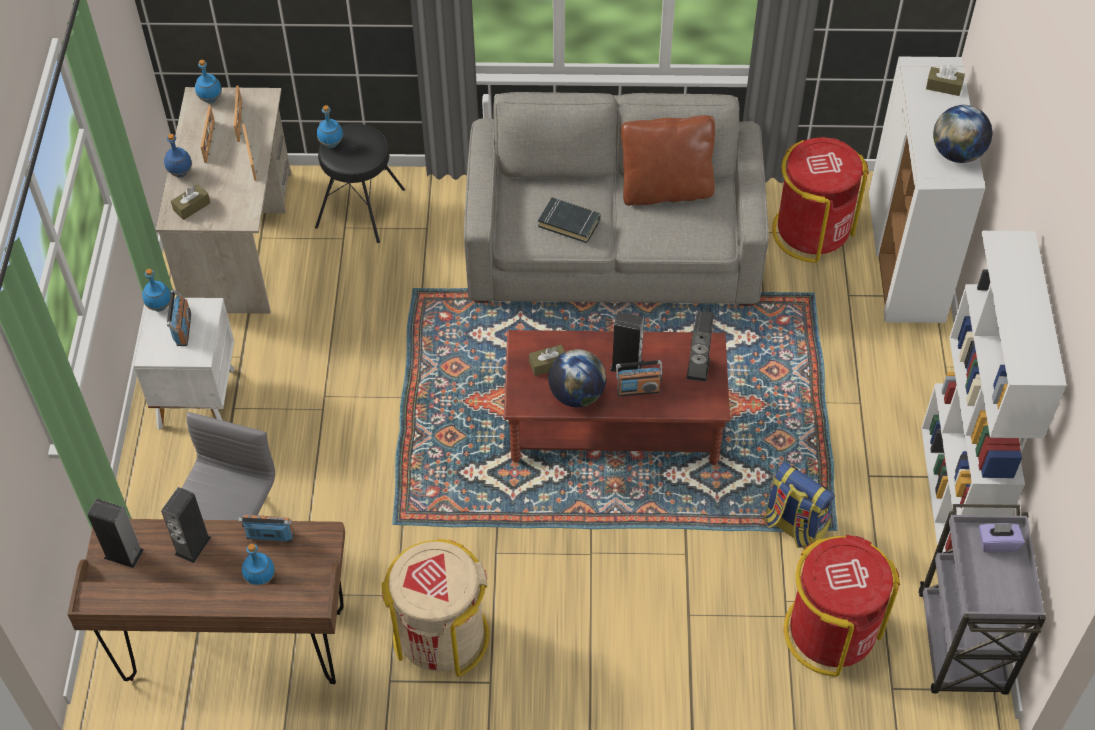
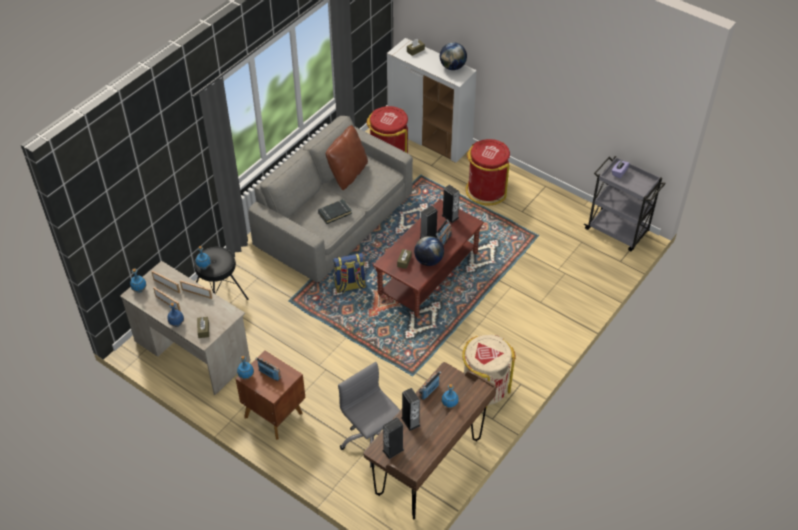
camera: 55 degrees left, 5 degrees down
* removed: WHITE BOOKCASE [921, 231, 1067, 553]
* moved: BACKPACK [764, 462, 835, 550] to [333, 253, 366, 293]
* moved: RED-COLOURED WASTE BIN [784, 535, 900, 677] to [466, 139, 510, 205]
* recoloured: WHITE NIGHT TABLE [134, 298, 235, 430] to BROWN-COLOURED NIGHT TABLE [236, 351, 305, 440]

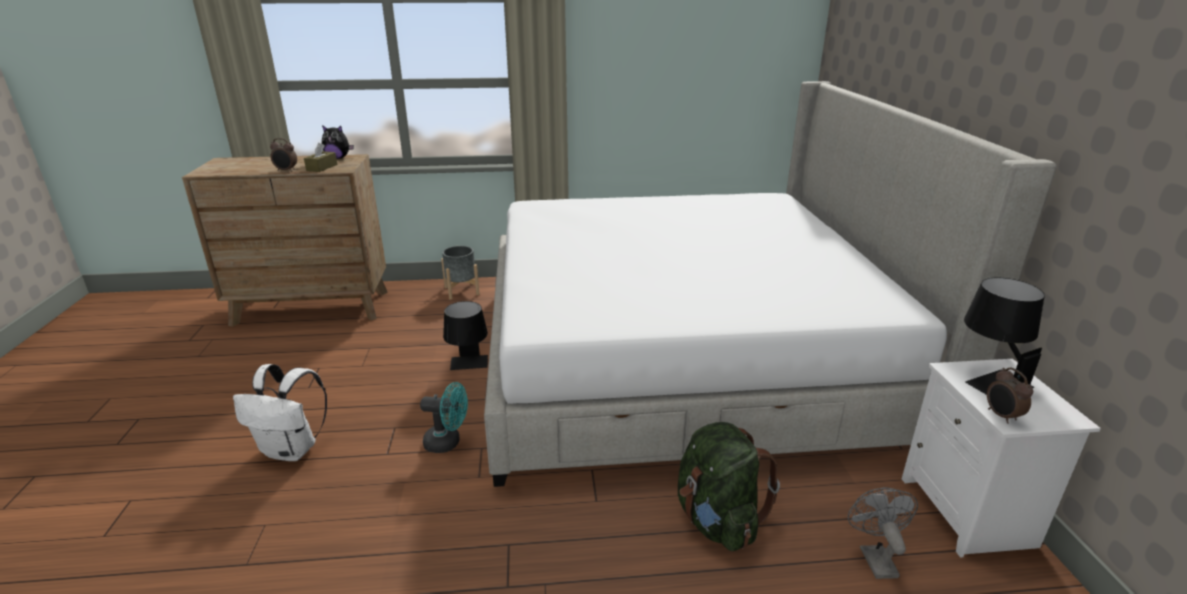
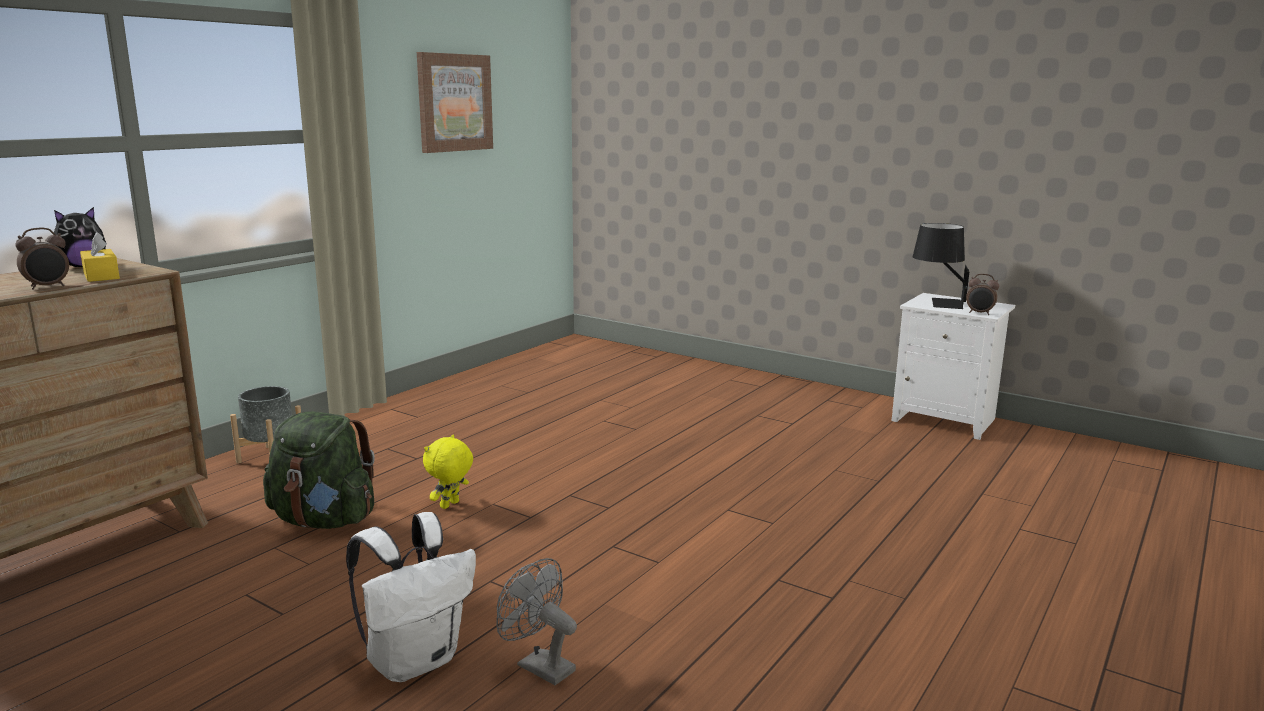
camera: 50 degrees left, 10 degrees down
* removed: TURQUOISE FAN [420, 382, 468, 453]
* removed: SLEEPING BED [484, 81, 1057, 487]
* added: WALL PICTURE [417, 52, 493, 153]
* moved: GREEN-COLOURED BACKPACK [678, 422, 780, 551] to [263, 411, 375, 529]
* moved: GREYISH FAN [848, 487, 918, 579] to [496, 558, 577, 685]
* replaced: BLACK LAMP FOR A TABLE [443, 301, 488, 370] to YELLOW-COLOURED SOFT TOY [423, 435, 473, 509]
* recoloured: BROWN-COLOURED TISSUE BOX [304, 143, 337, 172] to YELLOW-COLOURED TISSUE BOX [80, 232, 120, 282]

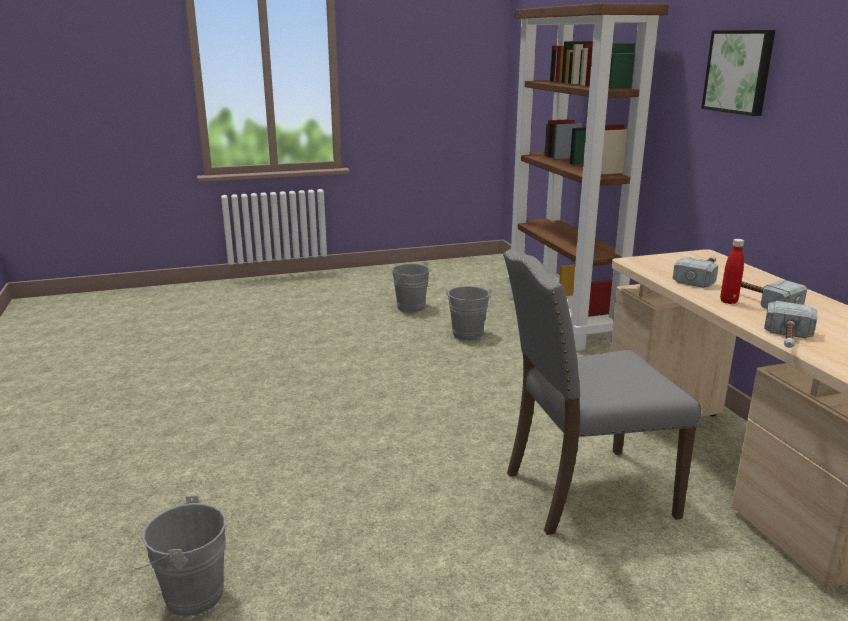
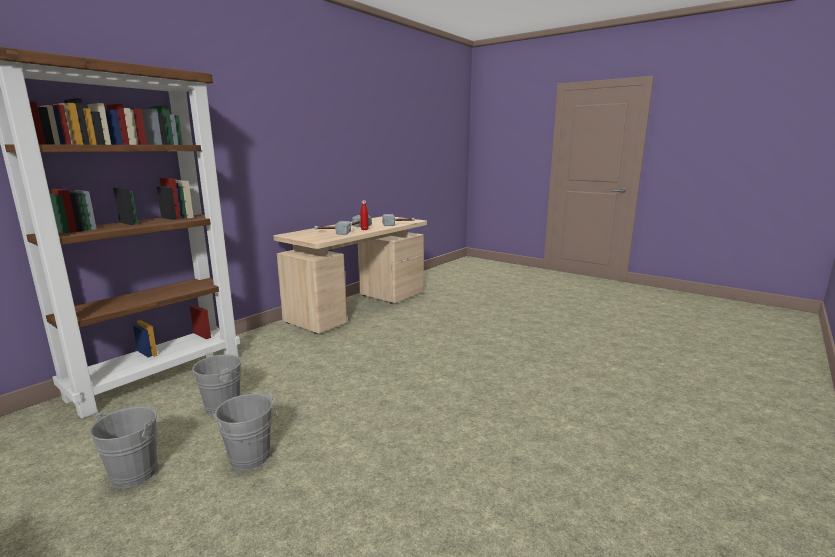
camera: 125 degrees left, 5 degrees down
* removed: GREYISH PLAIN CHAIR [503, 249, 701, 535]
* removed: WALL PICTURE [701, 30, 775, 116]
* moved: GREYISH WATER BUCKET [131, 495, 226, 617] to [212, 392, 278, 470]

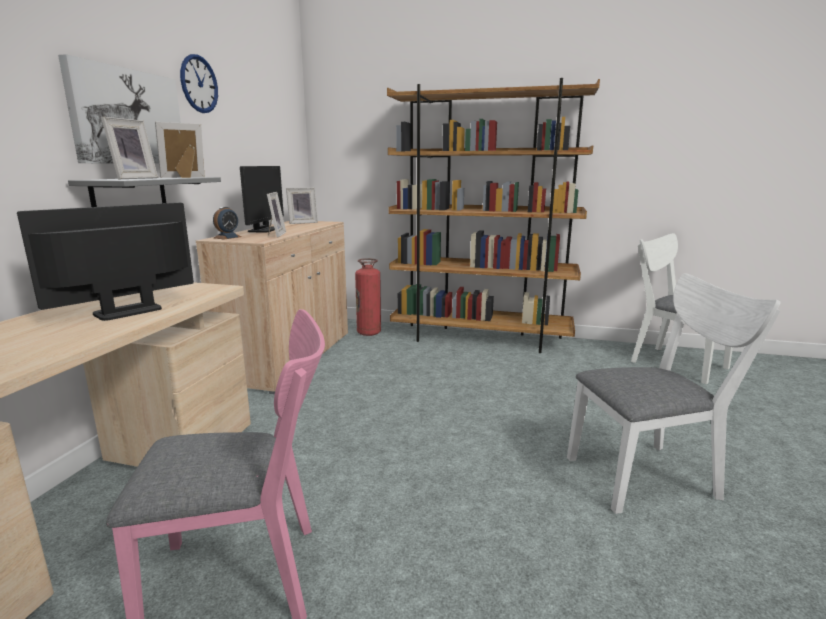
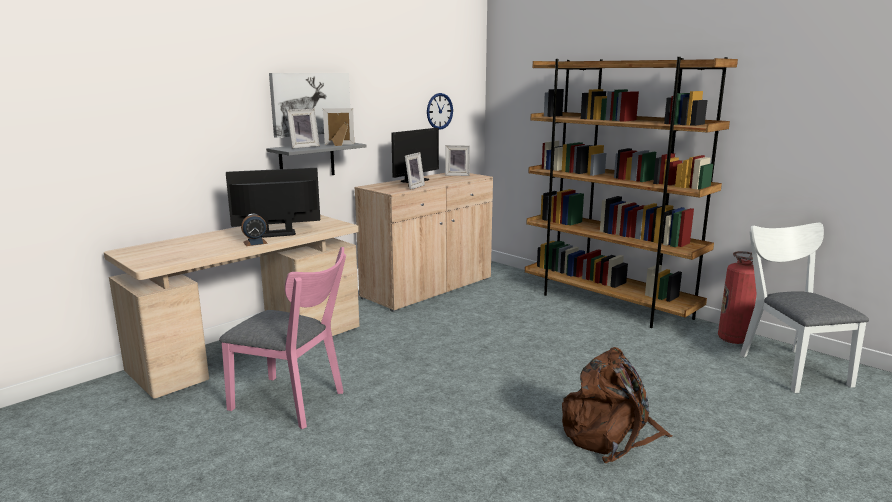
camera: 30 degrees right, 0 degrees up
* moved: WALL CLOCK [180, 54, 218, 113] to [427, 93, 453, 130]
* moved: ALARM CLOCK [213, 207, 241, 239] to [241, 214, 268, 246]
* moved: FIRE-FIGHTING CYLINDER [355, 258, 381, 336] to [718, 251, 757, 344]
* replaced: WHITE PLAIN CHAIR [567, 273, 781, 514] to BROWN-COLOURED BACKPACK [562, 347, 672, 463]

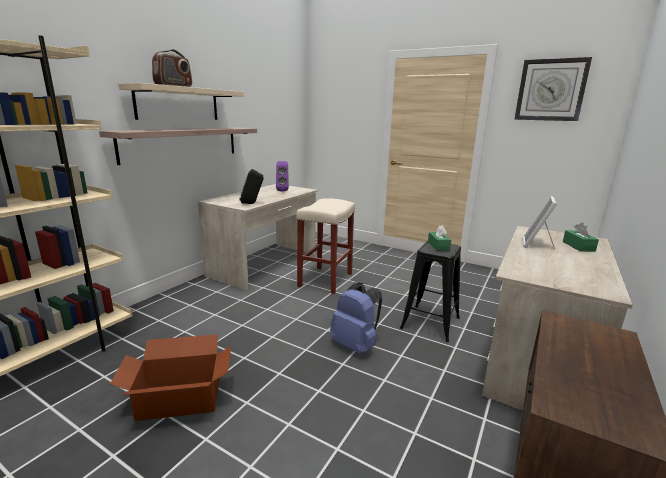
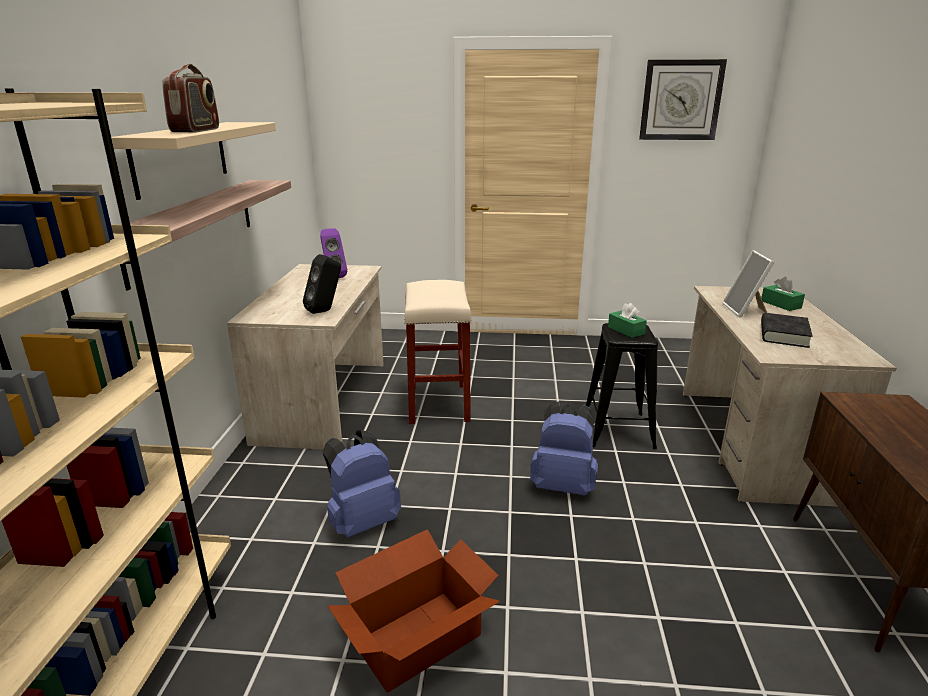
camera: 25 degrees left, 5 degrees up
* added: BLUE BACKPACK [323, 430, 401, 538]
* added: BLACK BOUND BOOK [761, 313, 813, 348]

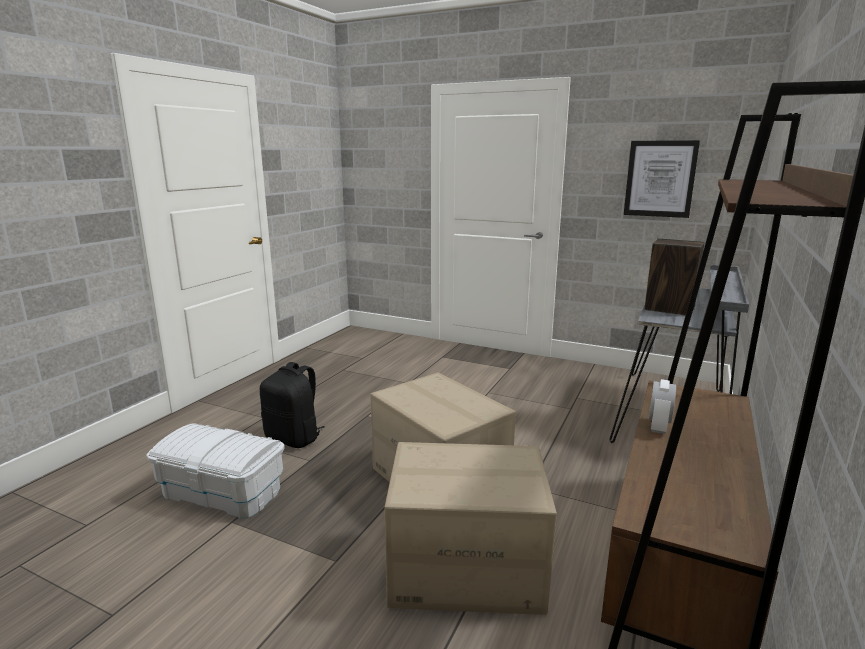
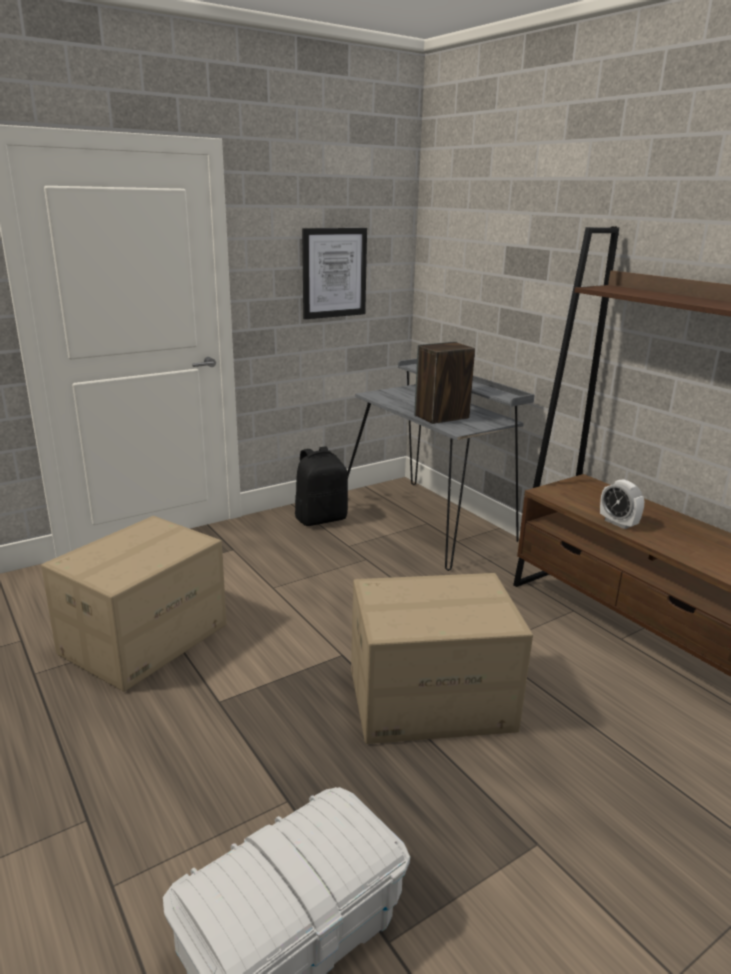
camera: 60 degrees left, 5 degrees up
* moved: BLACK BACKPACK [260, 362, 324, 448] to [295, 446, 348, 526]
* moved: CARTON [384, 442, 557, 615] to [41, 516, 227, 692]

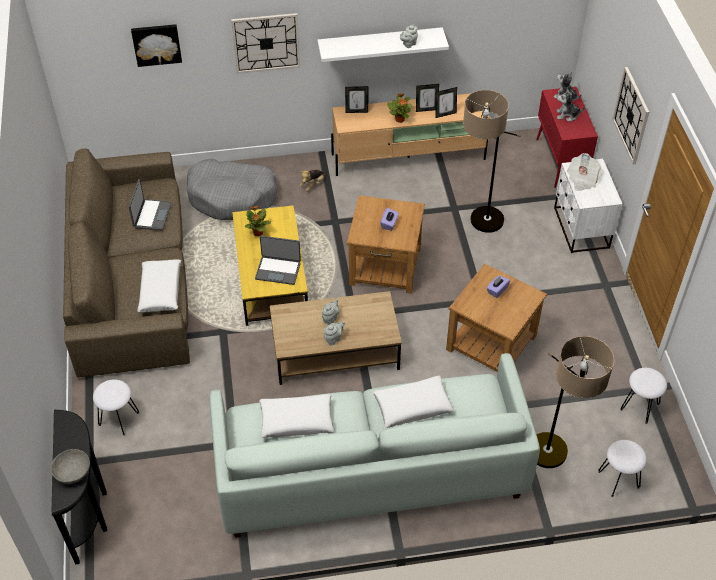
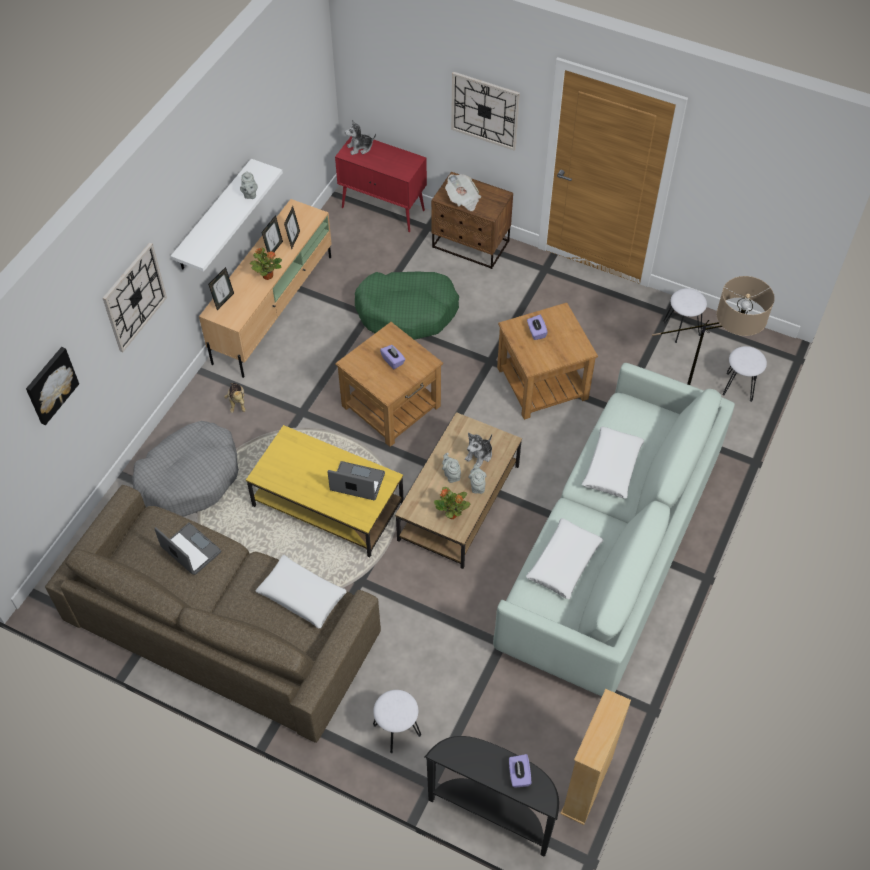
camera: 55 degrees left, 5 degrees up
* added: SAND-COLOURED BOOKCASE [560, 689, 631, 825]
* moved: POTTED PLANT [245, 206, 271, 236] to [434, 487, 471, 519]
* moved: SOFT TOY [556, 88, 585, 122] to [465, 433, 492, 467]
* replaced: GREYISH SERVING BOWL [51, 449, 90, 484] to PURPLE TISSUE BOX [509, 754, 531, 788]
* replaced: FLOOR LAMP [463, 90, 521, 233] to GREEN-COLOURED DOG BED [355, 271, 459, 340]
* recoloured: WHITE NIGHT TABLE [554, 159, 623, 253] to BROWN-COLOURED NIGHT TABLE [431, 172, 513, 269]
* turned: NOTEBOOK COMPUTER [255, 236, 301, 285] = [327, 461, 385, 500] 120 degrees counterclockwise

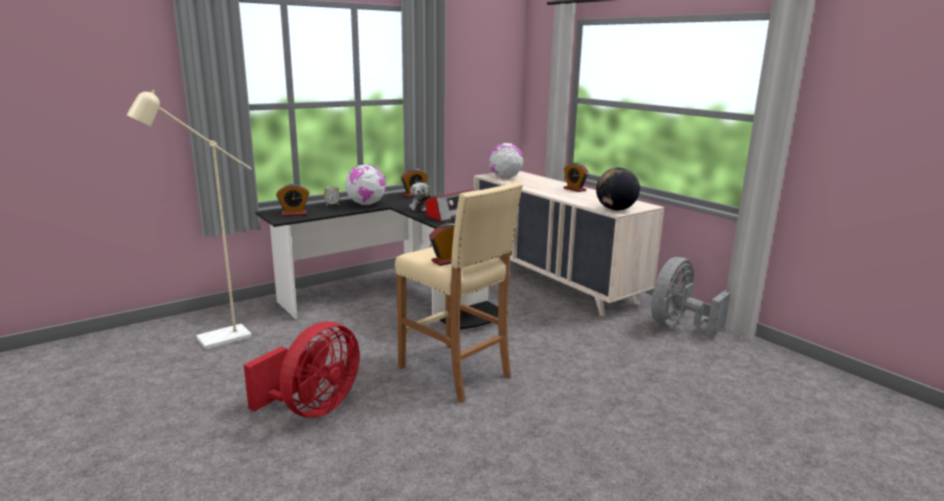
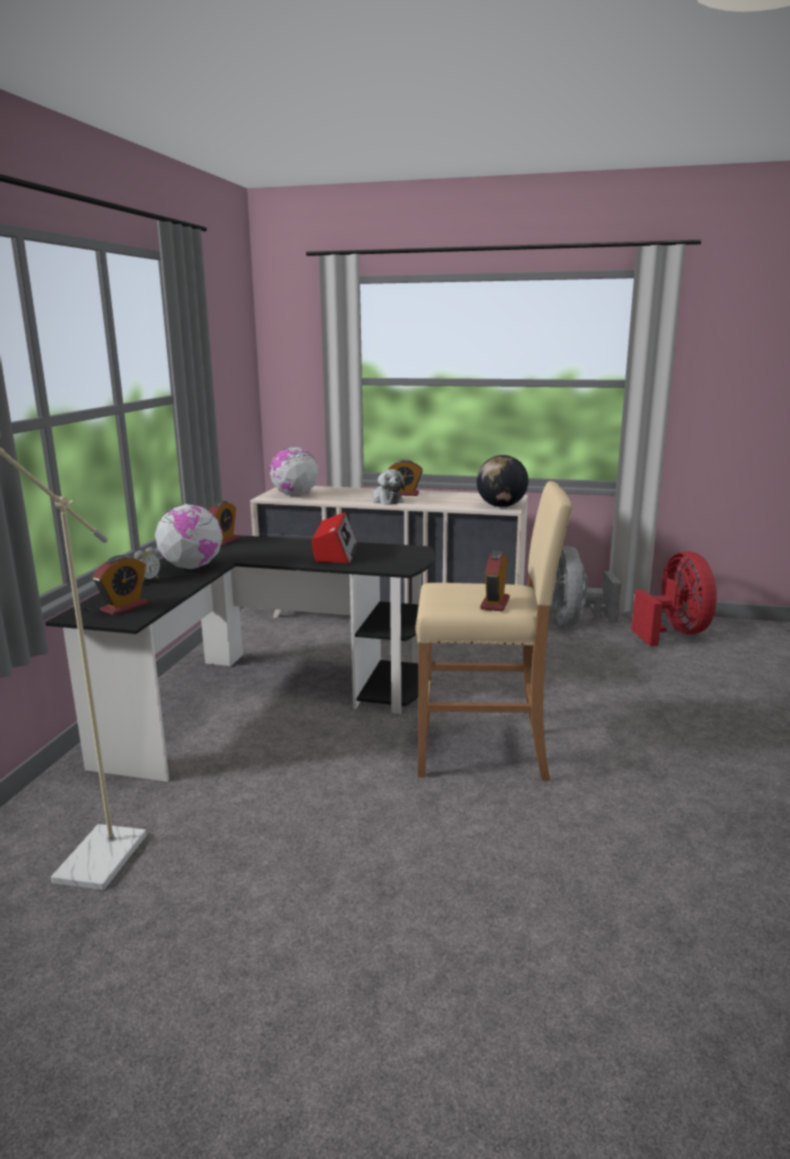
camera: 40 degrees left, 0 degrees up
* moved: RED-COLOURED FAN [244, 321, 359, 418] to [631, 551, 717, 646]
* moved: SOFT TOY [409, 182, 435, 211] to [371, 469, 405, 505]

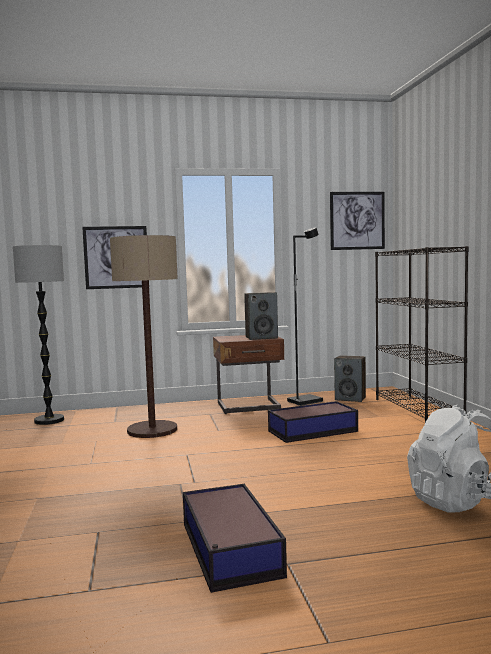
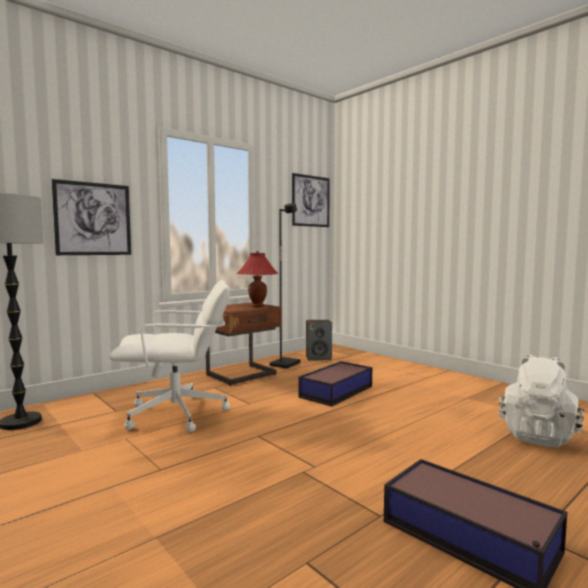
camera: 30 degrees left, 0 degrees up
* removed: BLACK BOOKCASE [375, 246, 469, 422]
* replaced: FLOOR LAMP [110, 235, 178, 438] to WHITE OFFICE CHAIR [109, 280, 230, 432]
* replaced: AUDIO SPEAKER [244, 292, 278, 340] to RED-COLOURED LAMP FOR A TABLE [237, 251, 278, 307]

